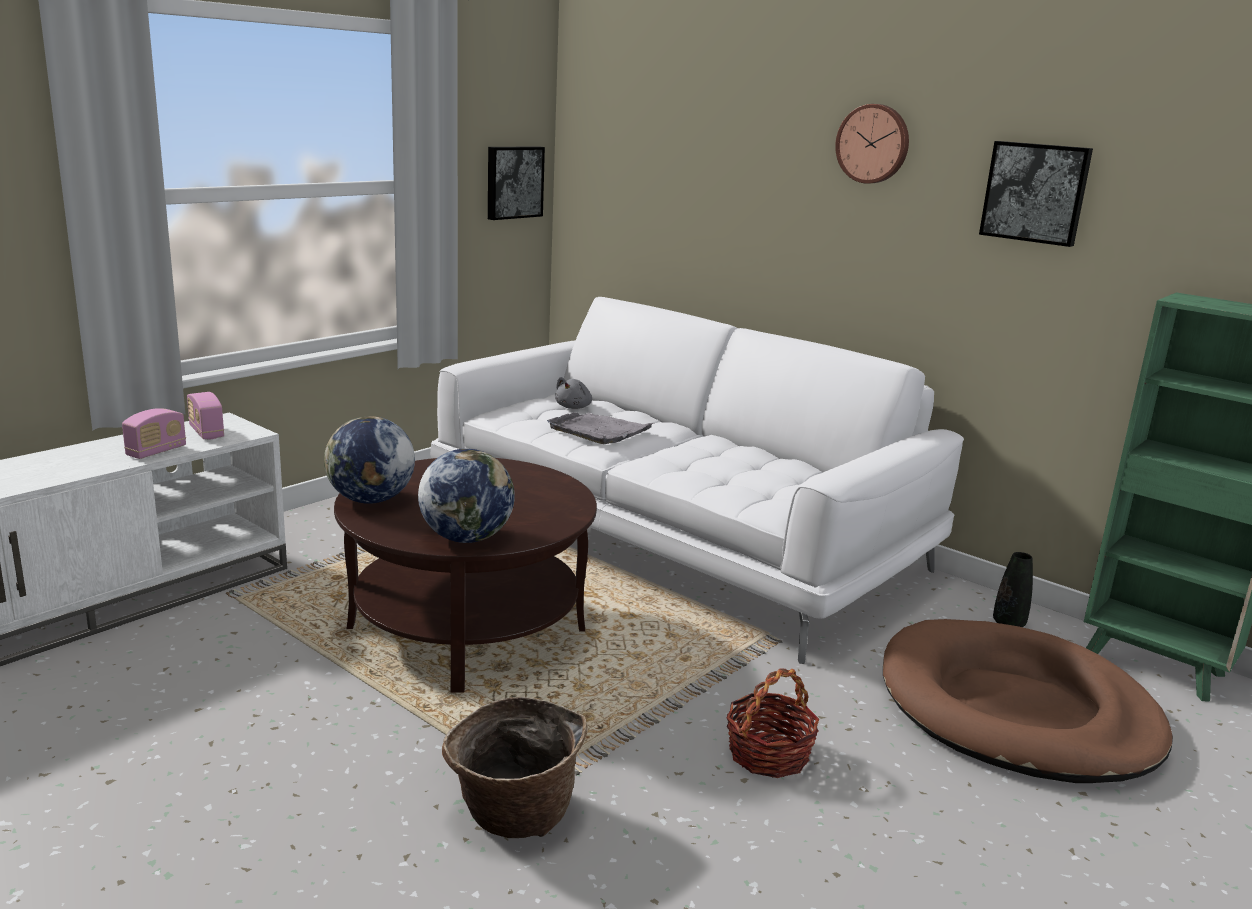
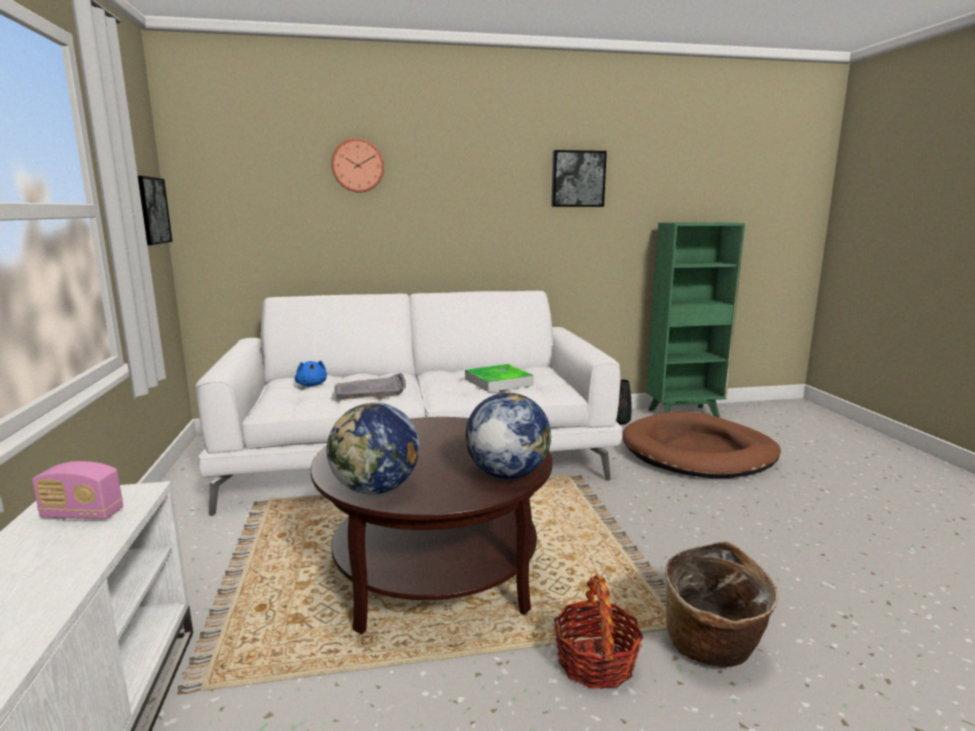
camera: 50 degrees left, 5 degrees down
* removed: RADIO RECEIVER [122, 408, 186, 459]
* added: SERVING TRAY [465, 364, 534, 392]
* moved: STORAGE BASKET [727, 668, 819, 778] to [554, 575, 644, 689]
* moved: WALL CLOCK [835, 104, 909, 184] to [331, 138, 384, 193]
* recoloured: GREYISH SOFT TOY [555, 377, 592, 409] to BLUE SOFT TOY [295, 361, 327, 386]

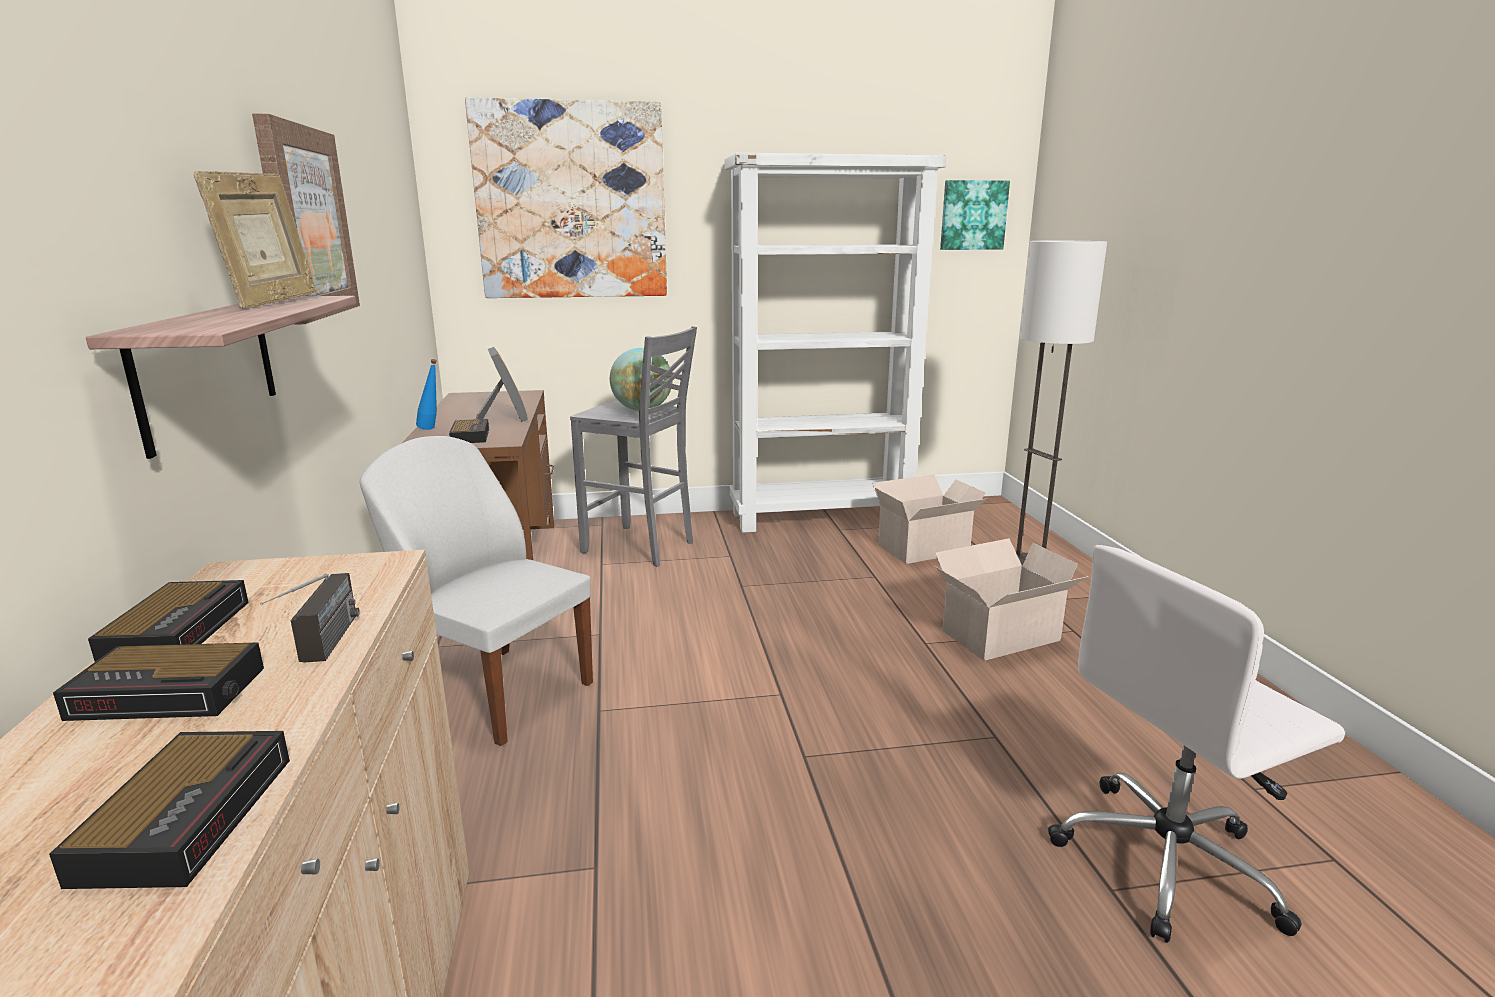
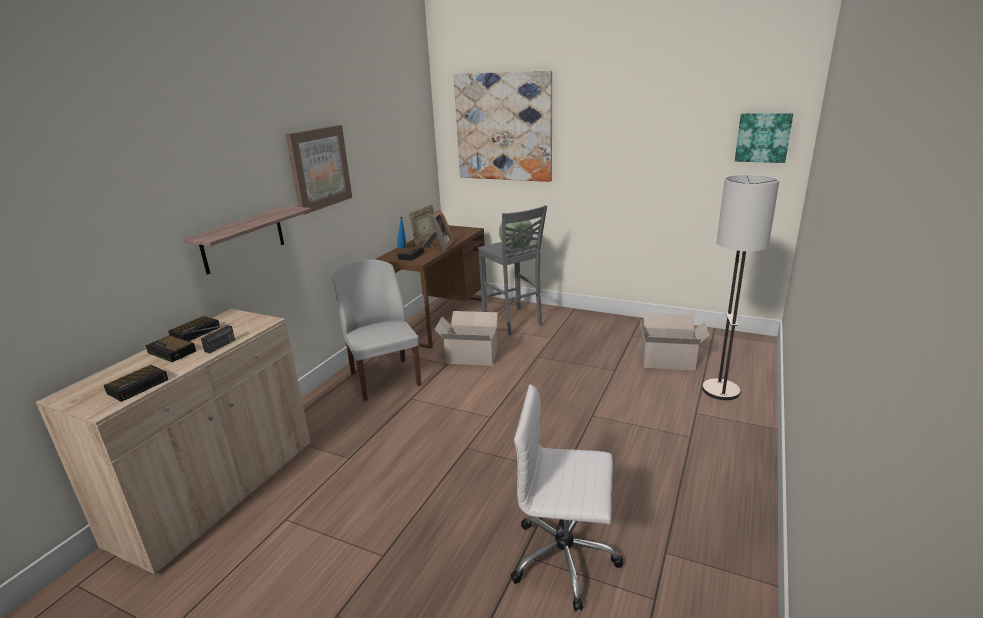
camera: 35 degrees right, 5 degrees up
* removed: WHITE BOOKCASE [724, 153, 947, 533]
* moved: STANDING FRAME [194, 171, 316, 309] to [409, 205, 435, 245]
* moved: CARTON [935, 538, 1088, 661] to [435, 311, 501, 366]

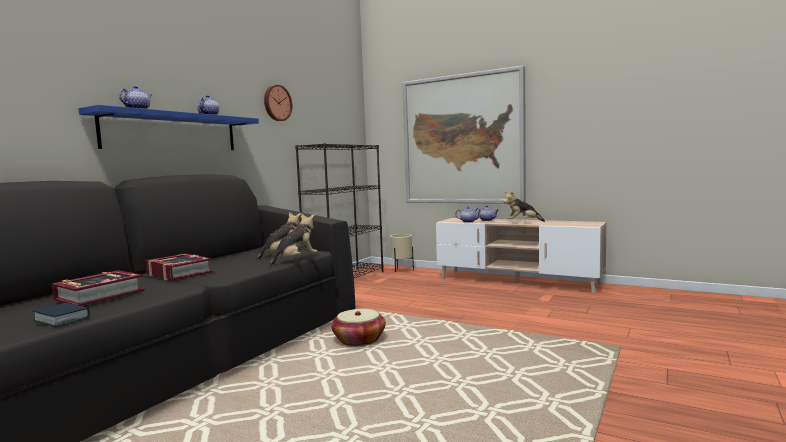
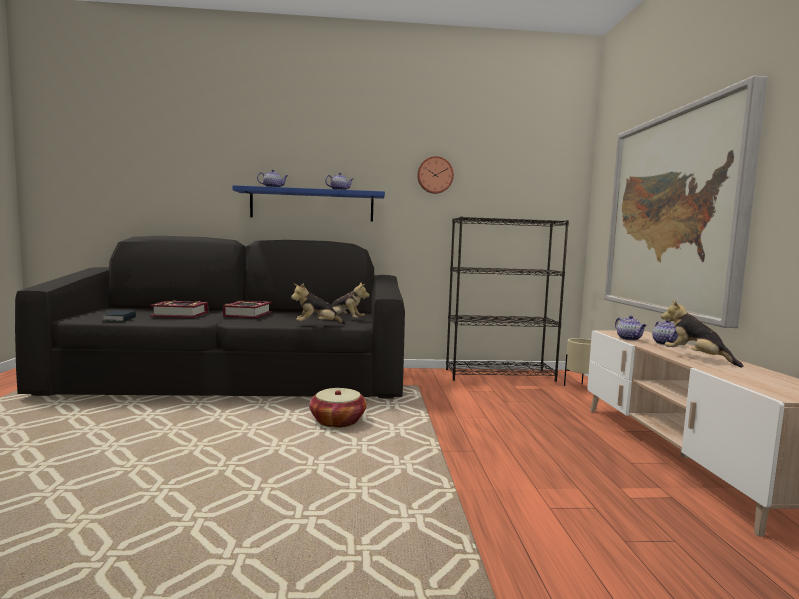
camera: 55 degrees right, 0 degrees up
* turned: SOFT TOY [269, 213, 317, 266] = [291, 283, 346, 325] 150 degrees clockwise

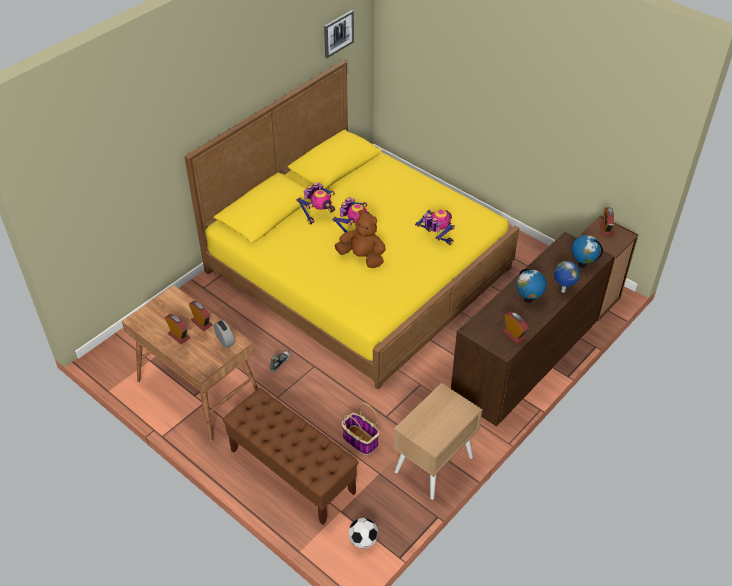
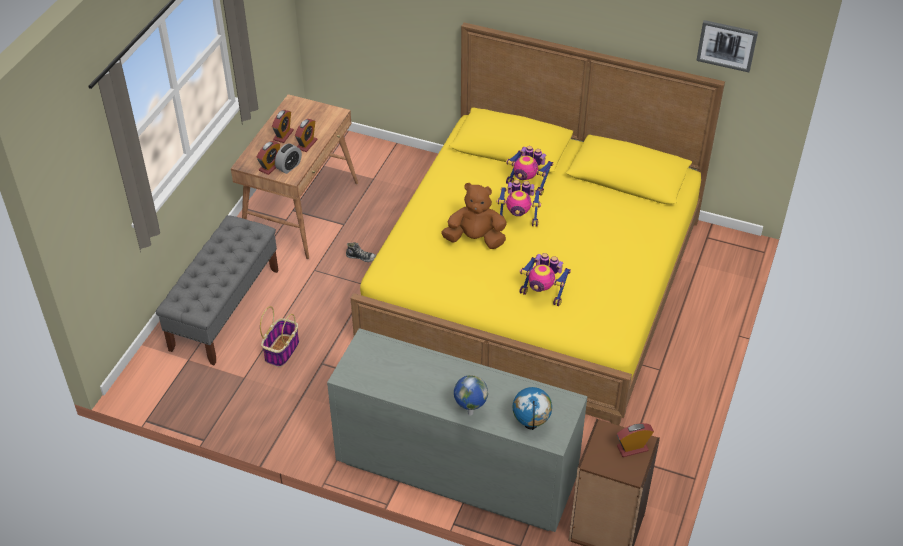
camera: 70 degrees right, 0 degrees up
* removed: FOOTBALL [349, 518, 378, 549]
* removed: SAND-COLOURED NIGHT TABLE [393, 383, 482, 500]
* removed: DESK GLOBE [516, 269, 547, 303]
* moved: ALARM CLOCK [503, 312, 528, 344] to [257, 141, 280, 175]
* recoloured: BROWN-COLOURED BENCH [223, 388, 359, 525] to GREYISH BENCH [156, 215, 278, 365]
* recoloured: BROWN-COLOURED CHEST OF DRAWERS [451, 232, 613, 427] to GREYISH CHEST OF DRAWERS [327, 328, 587, 532]
* turned: BROWN-COLOURED SOFT TOY [334, 210, 386, 268] = [441, 183, 507, 249] 90 degrees counterclockwise
* turned: ROBOT FIGURE [415, 210, 455, 245] = [519, 253, 571, 306] 90 degrees clockwise

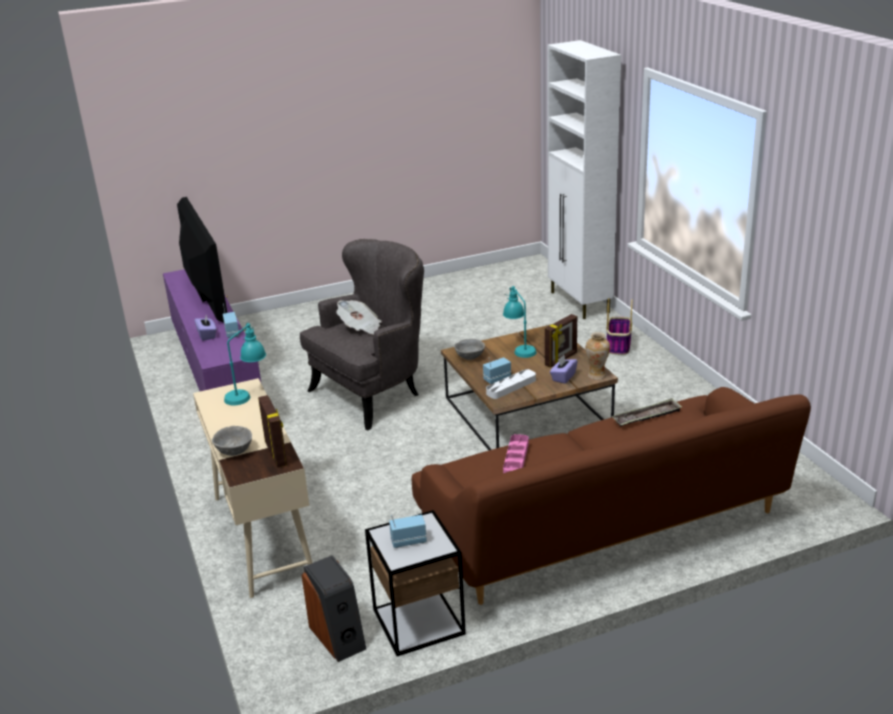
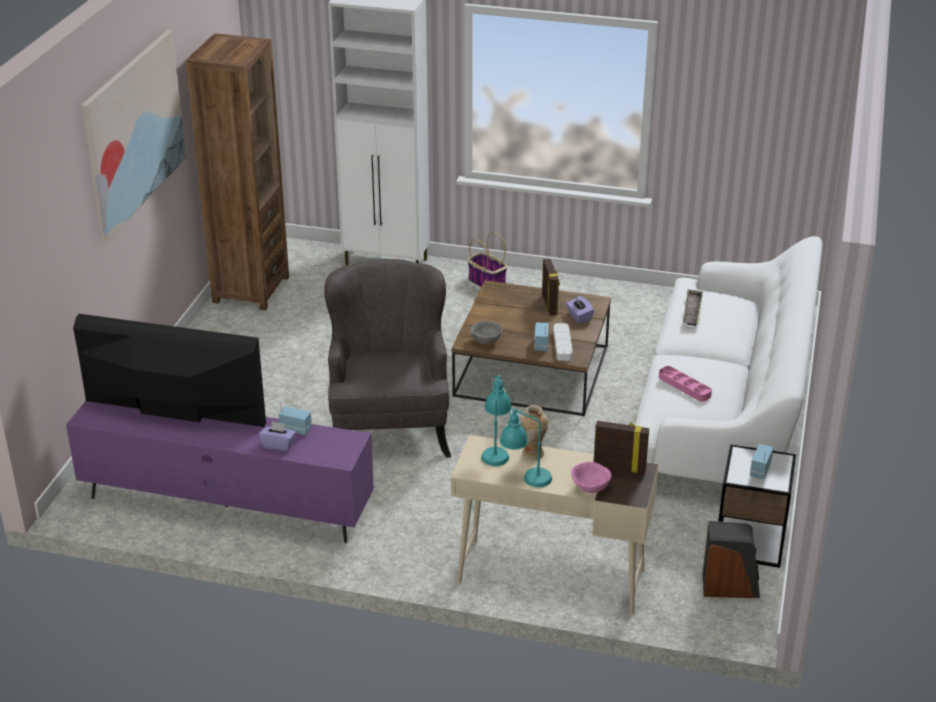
camera: 55 degrees left, 5 degrees up
* removed: DAILY PAPER [336, 300, 381, 335]
* added: WALL PICTURE [81, 30, 186, 242]
* added: BROWN-COLOURED BOOKCASE [186, 33, 289, 310]
* moved: TURQUOISE LAMP FOR A TABLE [503, 286, 537, 358] to [500, 408, 552, 487]
* moved: VASE [586, 332, 610, 380] to [519, 405, 548, 460]
* recoloured: GREYISH SERVING BOWL [212, 426, 252, 456] to PINKISH SERVING BOWL [571, 462, 612, 493]
* recoloured: BROWN-COLOURED COUCH [412, 387, 811, 605] to WHITE COUCH [635, 236, 823, 483]

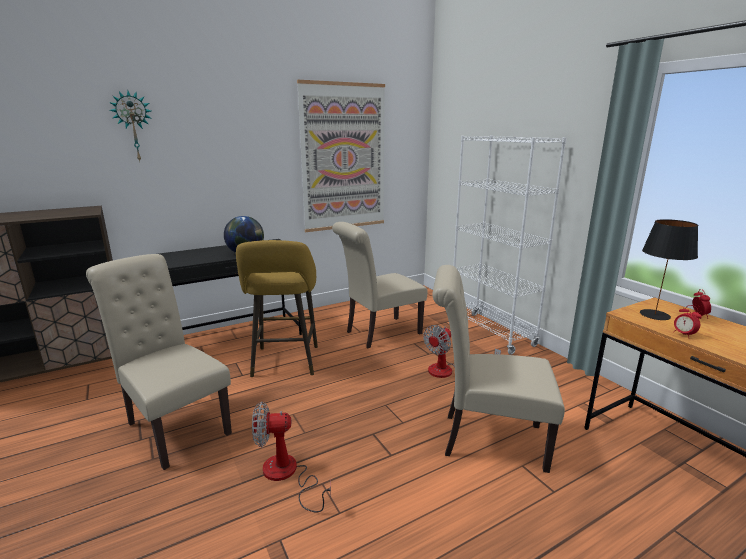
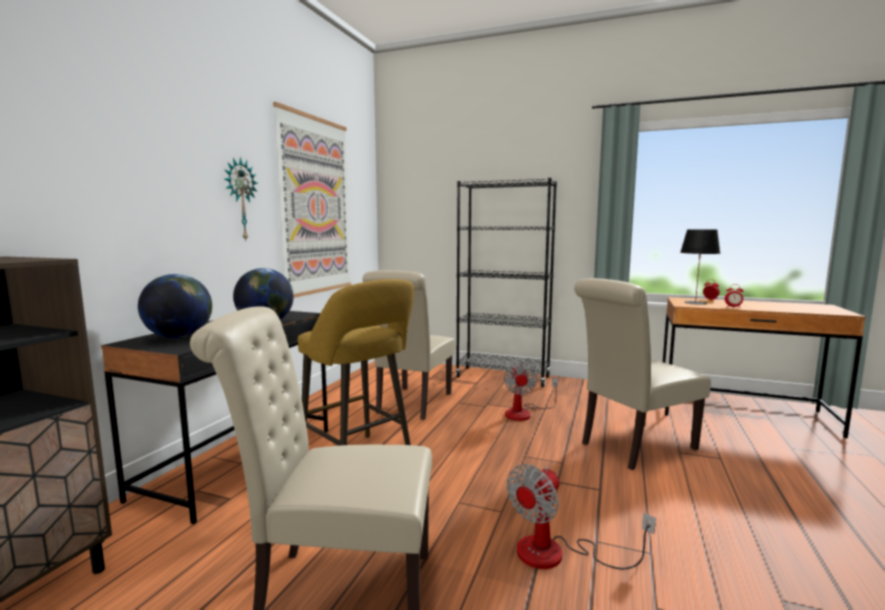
camera: 40 degrees left, 10 degrees down
* added: DESK GLOBE [138, 274, 212, 338]
* moved: WALL CLOCK [109, 90, 152, 161] to [224, 157, 258, 241]
* recoloured: WHITE BOOKCASE [453, 135, 567, 355] to BLACK BOOKCASE [456, 178, 557, 387]

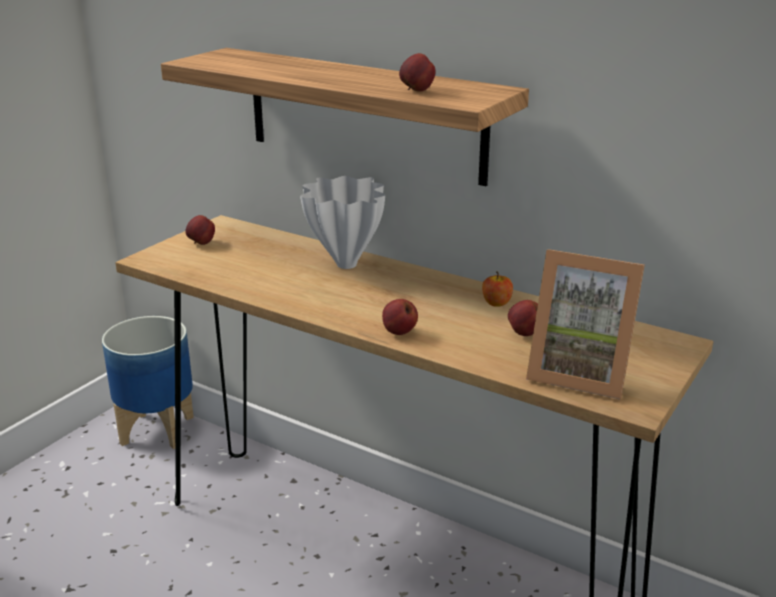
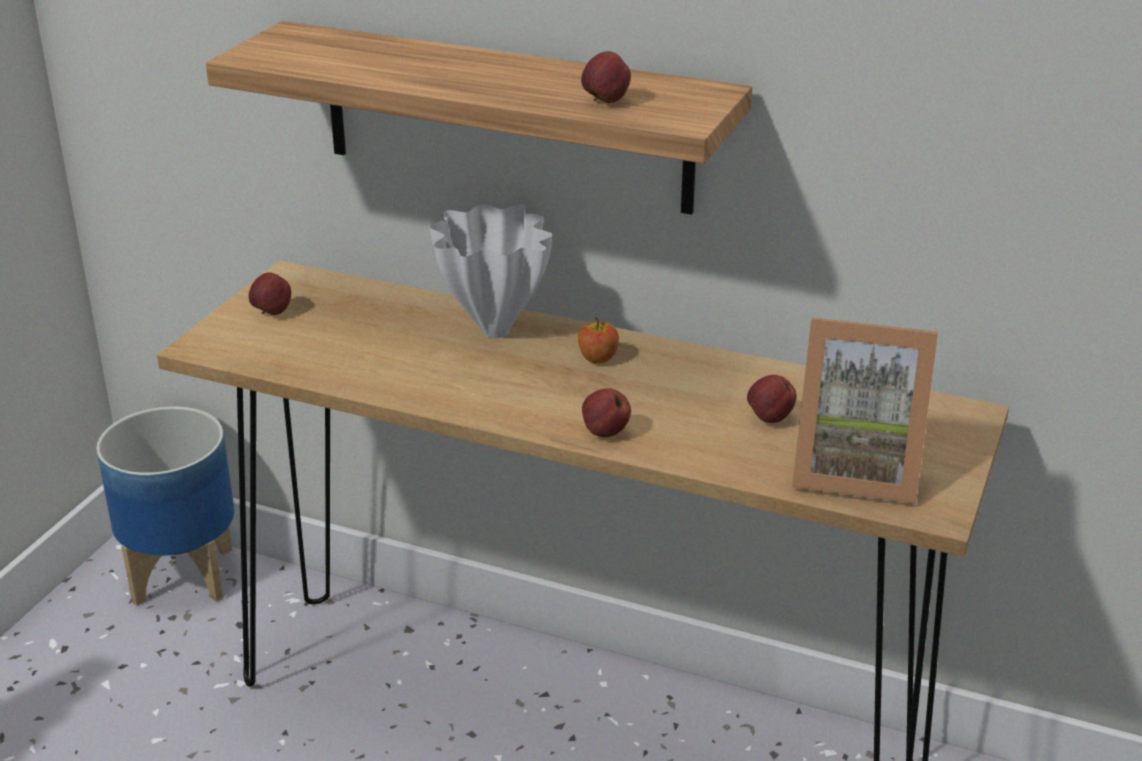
camera: 10 degrees left, 5 degrees up
* moved: WHOLE APPLE [482, 271, 513, 307] to [578, 317, 619, 364]

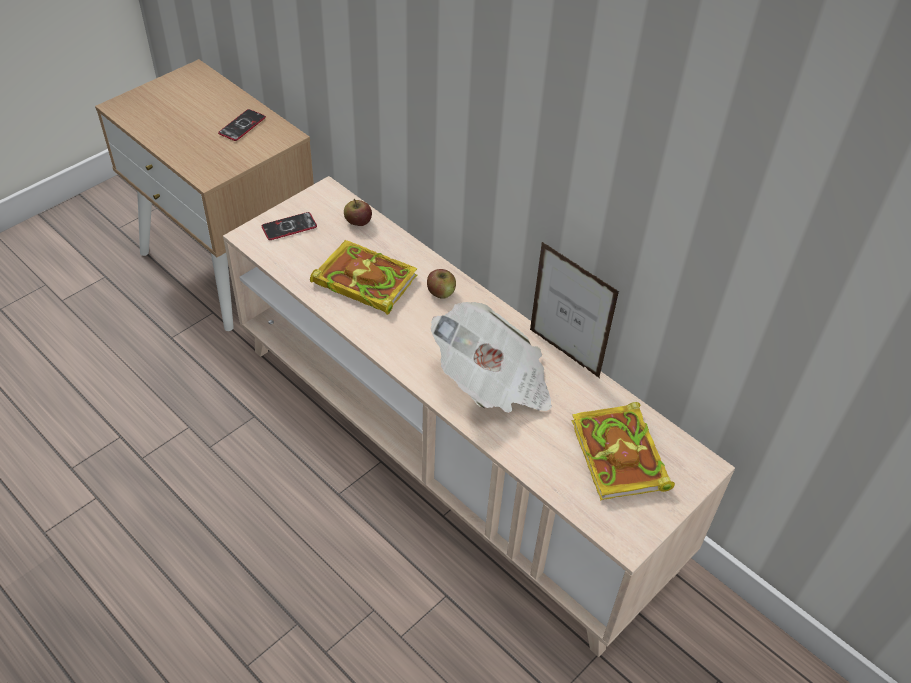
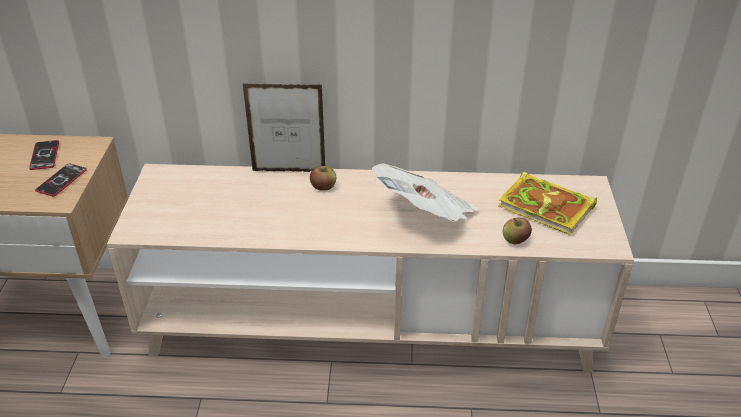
camera: 40 degrees left, 10 degrees down
* removed: BOUND BOOK [310, 240, 417, 315]
* moved: PHONE [262, 212, 317, 240] to [35, 163, 87, 196]
* moved: WHOLE APPLE [344, 199, 372, 226] to [503, 218, 532, 244]
* moved: STANDING FRAME [530, 242, 619, 378] to [243, 84, 325, 172]

